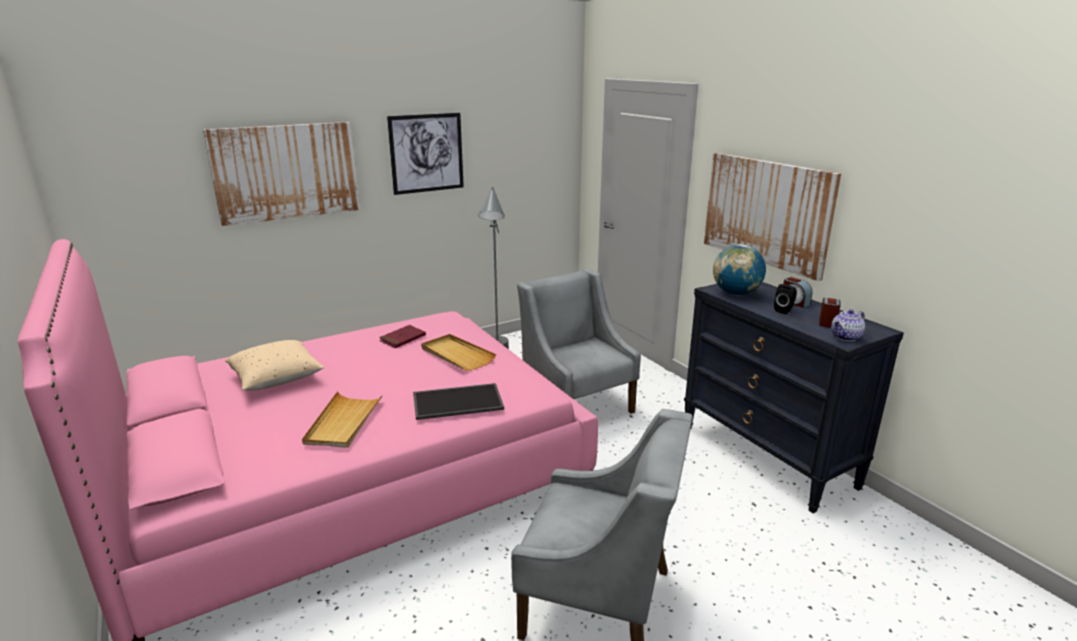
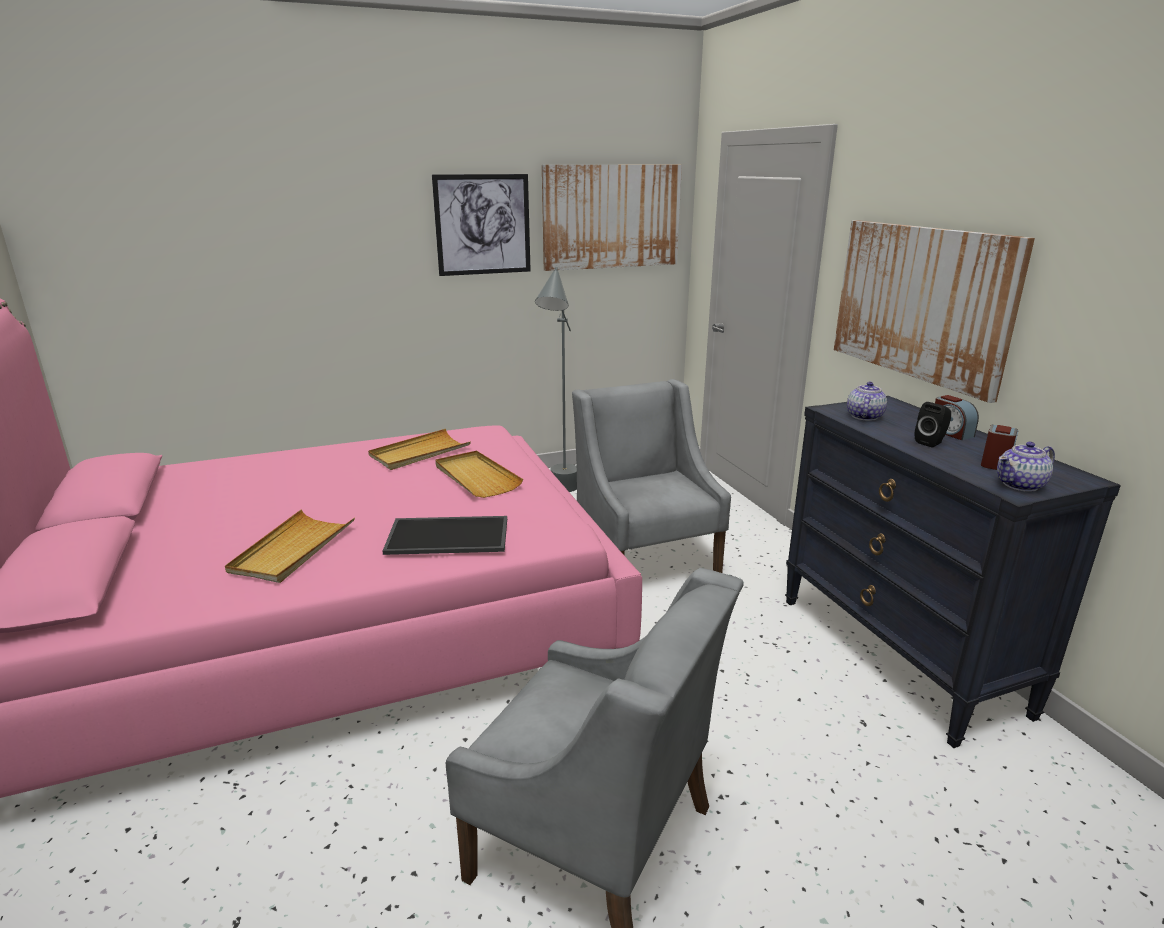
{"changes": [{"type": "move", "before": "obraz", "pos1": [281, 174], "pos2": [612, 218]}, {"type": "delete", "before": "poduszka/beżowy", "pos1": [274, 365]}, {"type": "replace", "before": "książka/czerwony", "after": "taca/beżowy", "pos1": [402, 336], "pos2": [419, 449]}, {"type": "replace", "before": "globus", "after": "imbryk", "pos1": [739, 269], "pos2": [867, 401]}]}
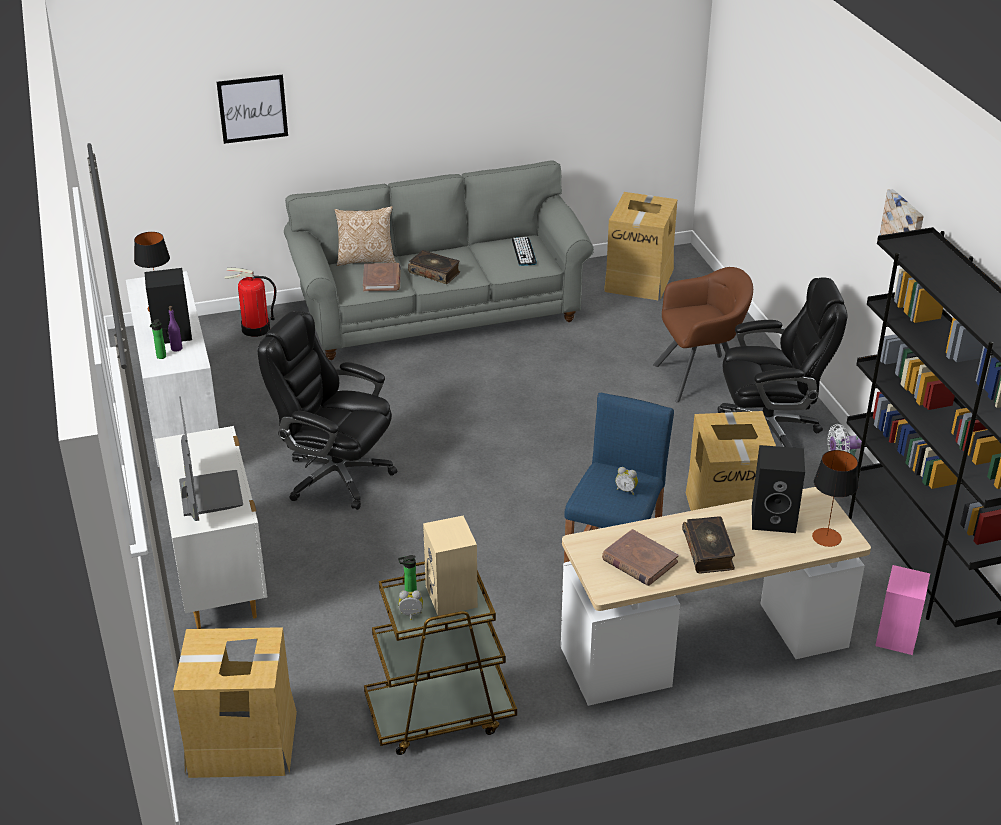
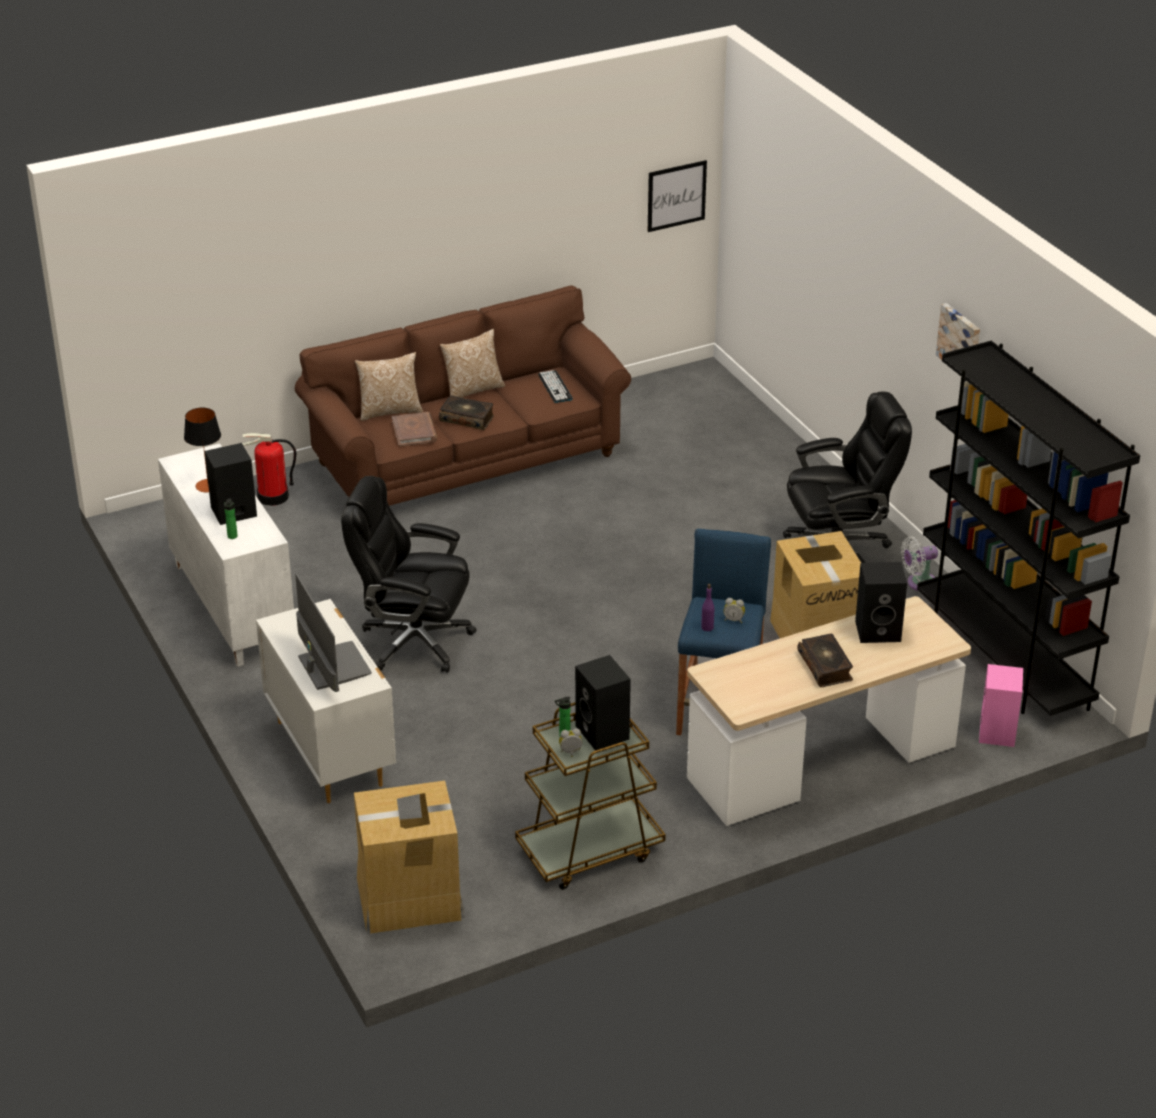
{"changes": [{"type": "move", "before": "butelka/fioletowy", "pos1": [175, 329], "pos2": [707, 607]}, {"type": "move", "before": "obraz", "pos1": [252, 109], "pos2": [677, 196]}, {"type": "recolor", "before": "kanapa/szary", "after": "kanapa/brązowy", "pos1": [439, 260], "pos2": [463, 396]}, {"type": "recolor", "before": "głośnik/beżowy", "after": "głośnik/czarny", "pos1": [450, 566], "pos2": [603, 702]}, {"type": "delete", "before": "książka/brązowy", "pos1": [640, 557]}, {"type": "delete", "before": "karton", "pos1": [640, 246]}, {"type": "delete", "before": "fotel/brązowy", "pos1": [703, 334]}, {"type": "delete", "before": "lampa stołowa", "pos1": [835, 498]}, {"type": "insert", "after": "poduszka", "pos2": [472, 363]}]}
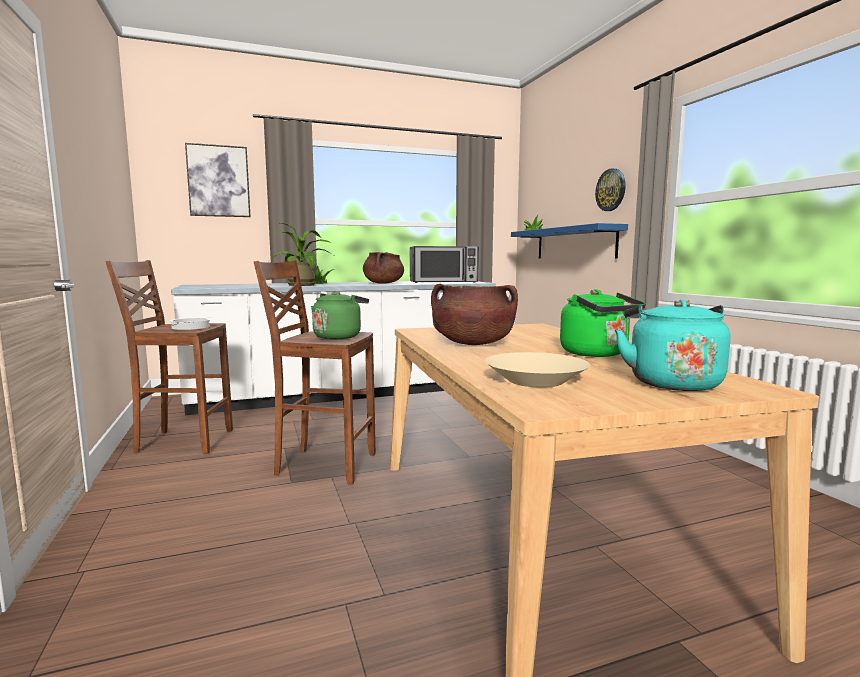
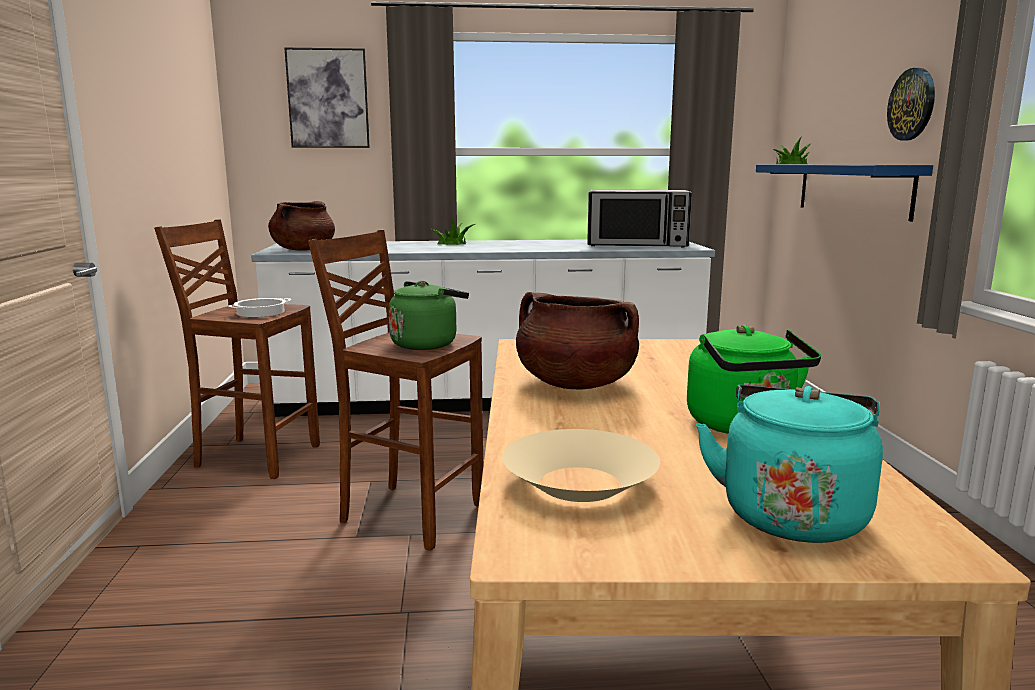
{"changes": [{"type": "delete", "before": "roślina doniczkowa", "pos1": [302, 254]}, {"type": "move", "before": "garnek/brązowy", "pos1": [383, 268], "pos2": [301, 226]}]}
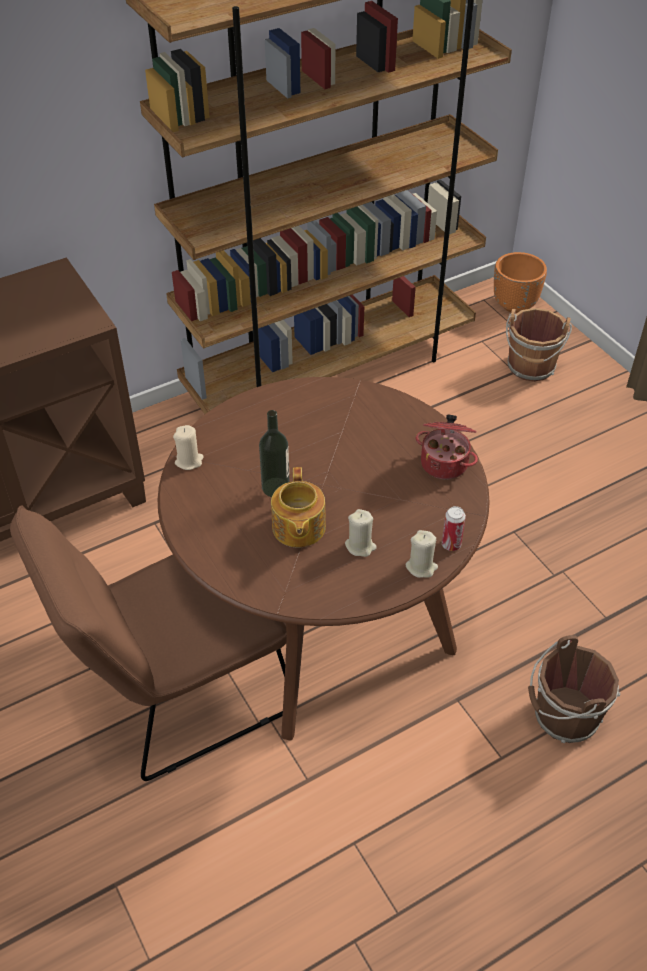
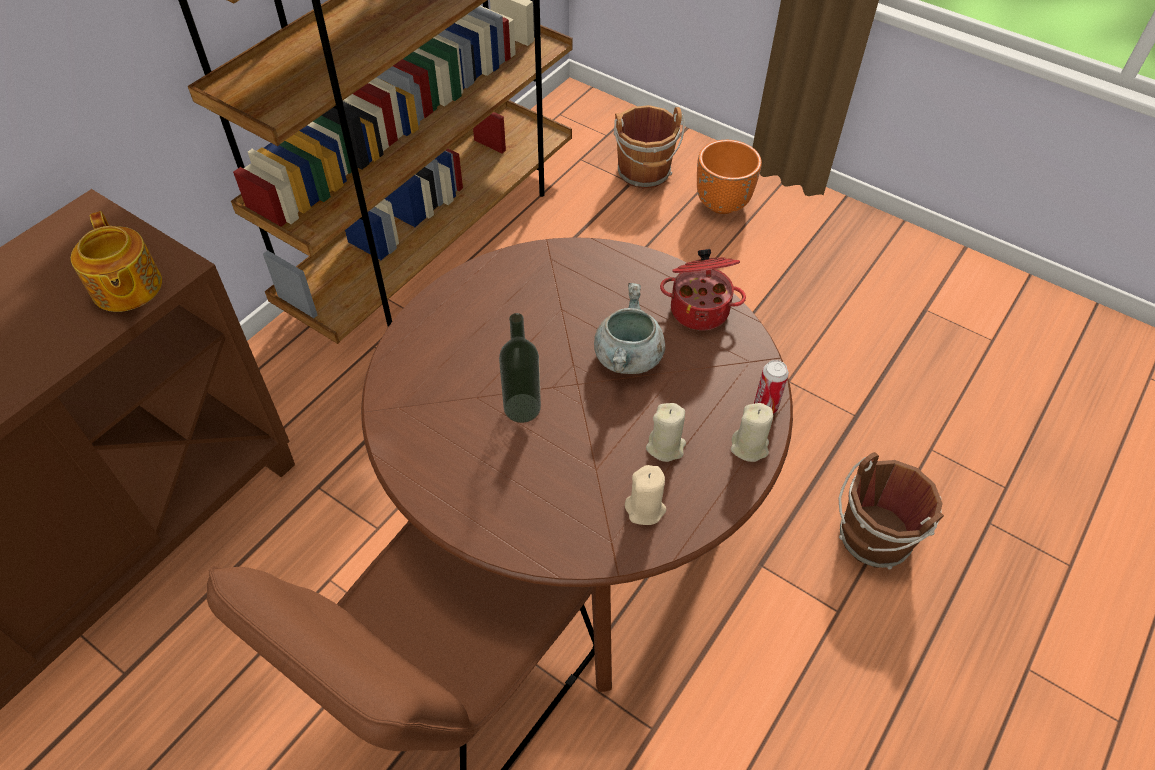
{"changes": [{"type": "move", "before": "świeca/beżowy", "pos1": [188, 447], "pos2": [645, 495]}, {"type": "move", "before": "imbryk", "pos1": [298, 507], "pos2": [116, 261]}, {"type": "move", "before": "donica/pomarańczowy", "pos1": [520, 282], "pos2": [729, 177]}, {"type": "insert", "after": "garnek/szary", "pos2": [629, 328]}]}
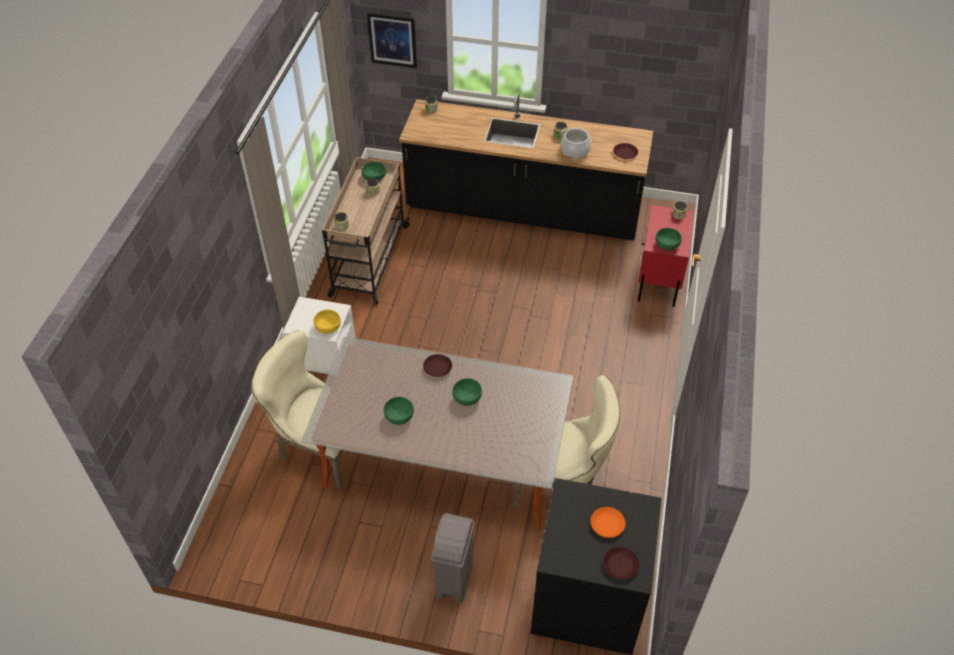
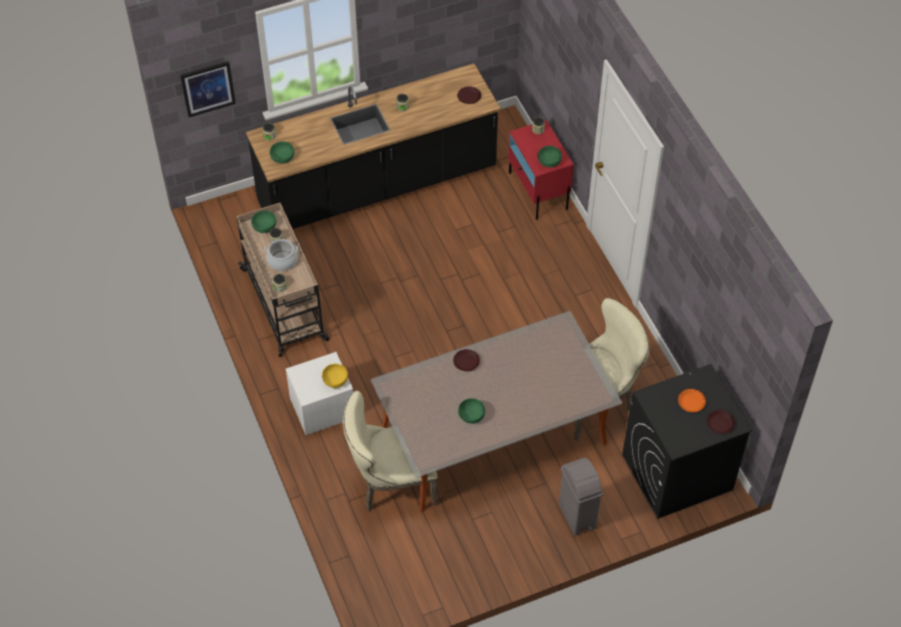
{"changes": [{"type": "move", "before": "miska/zielony", "pos1": [467, 392], "pos2": [282, 152]}, {"type": "move", "before": "garnek", "pos1": [576, 143], "pos2": [281, 255]}]}
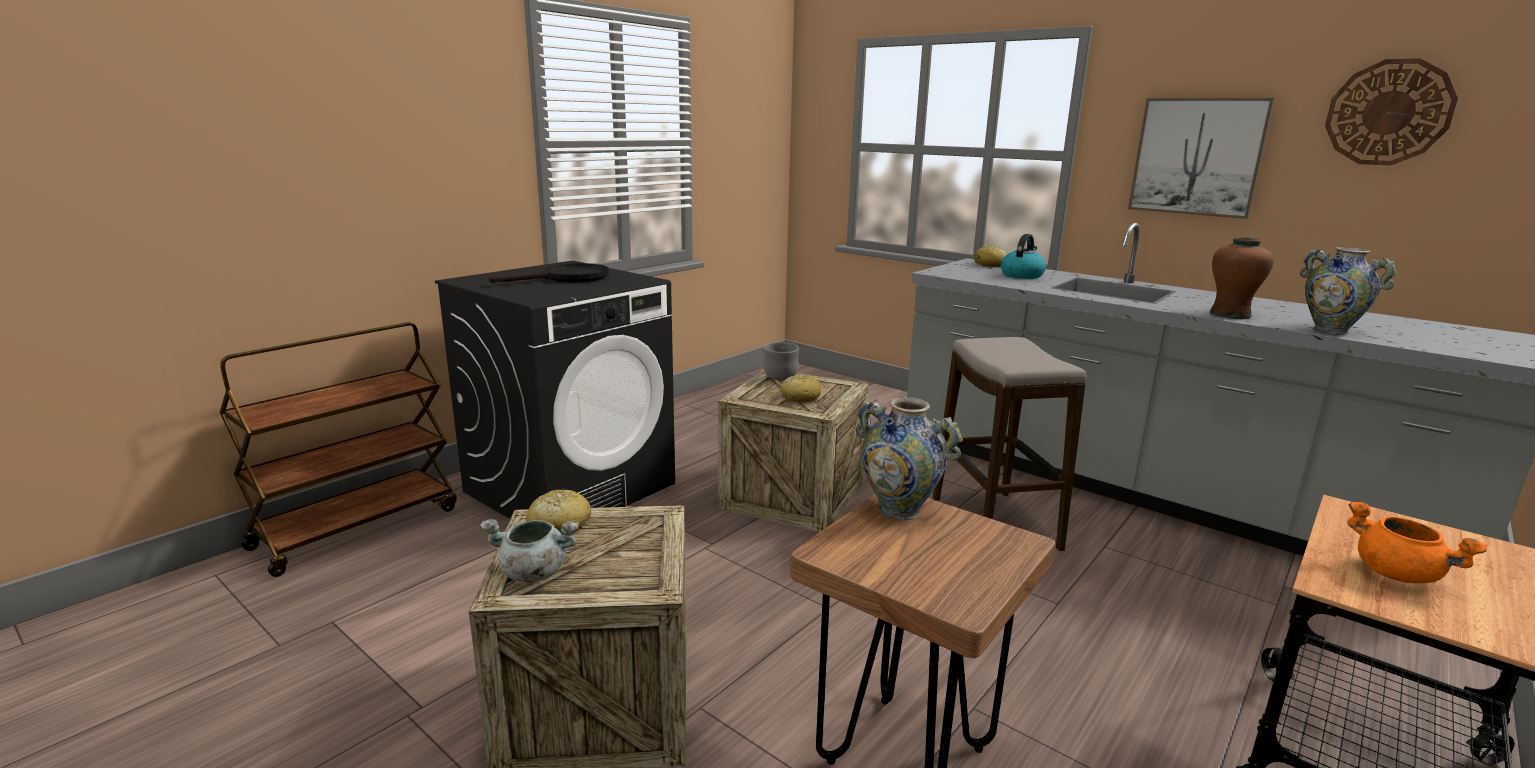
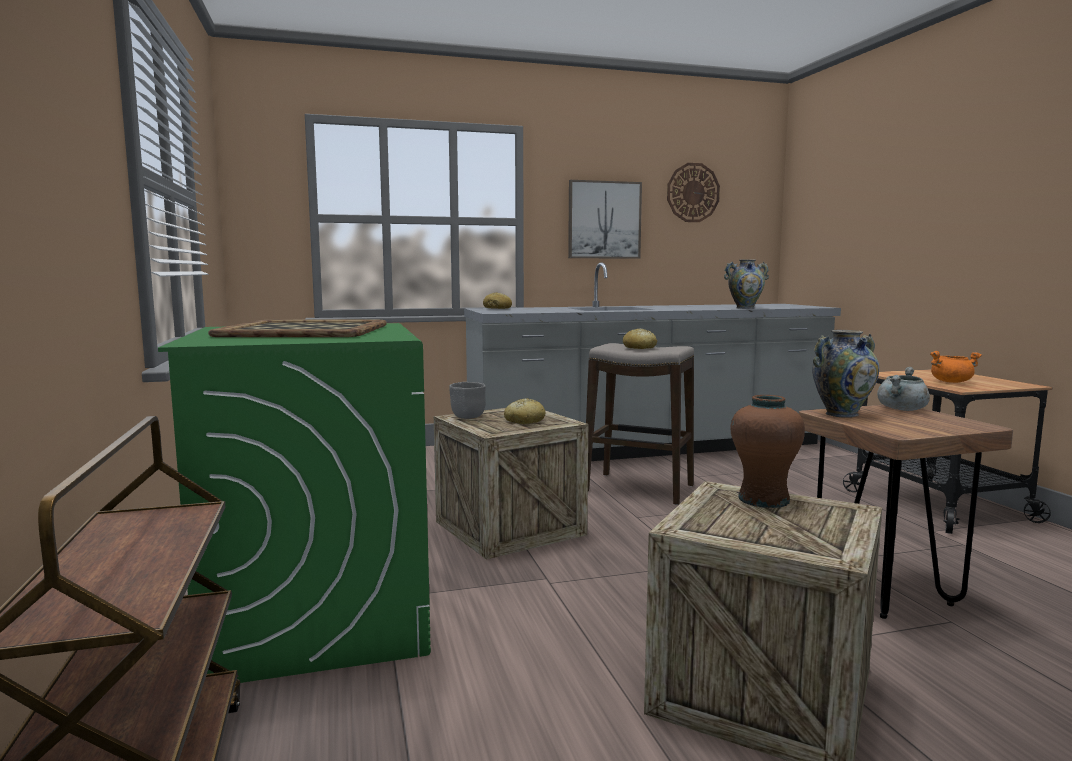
{"changes": [{"type": "recolor", "before": "pralka/czarny", "after": "pralka/zielony", "pos1": [555, 389], "pos2": [294, 503]}, {"type": "move", "before": "garnek/szary", "pos1": [529, 550], "pos2": [903, 389]}, {"type": "replace", "before": "patelnia/czarny", "after": "taca", "pos1": [549, 273], "pos2": [297, 328]}, {"type": "move", "before": "chleb", "pos1": [558, 512], "pos2": [640, 338]}, {"type": "delete", "before": "czajnik", "pos1": [1023, 256]}, {"type": "move", "before": "wazon/brązowy", "pos1": [1241, 278], "pos2": [768, 451]}]}
